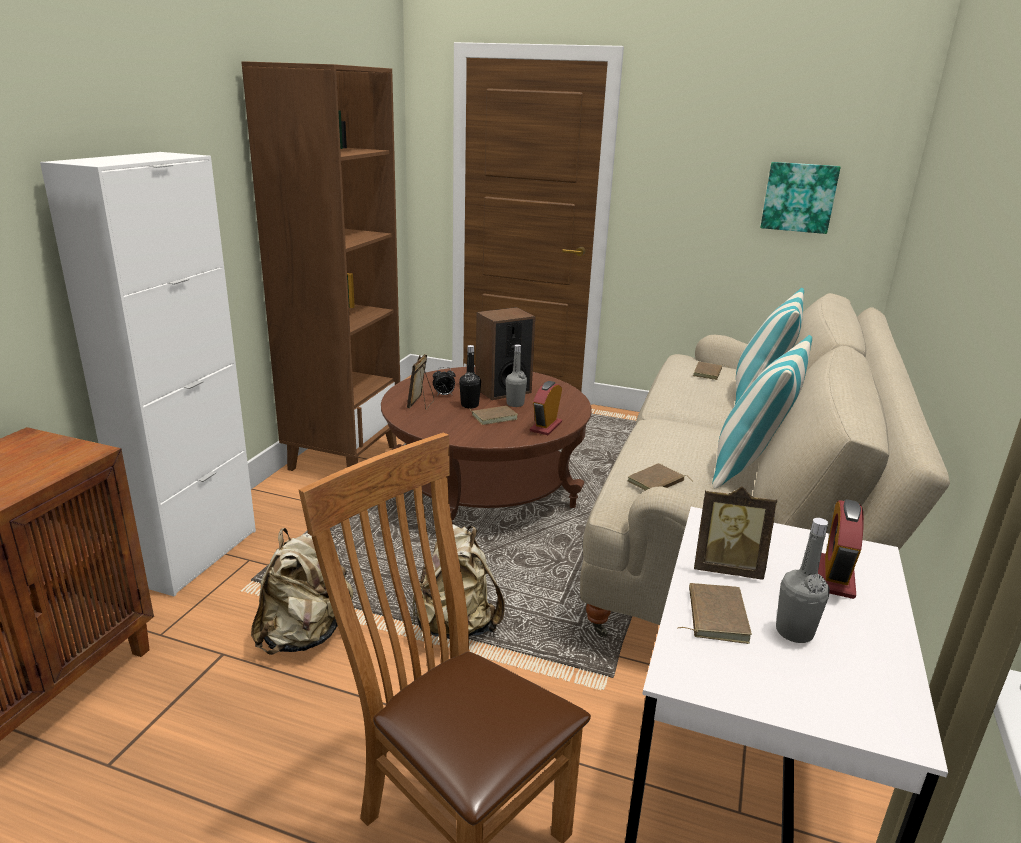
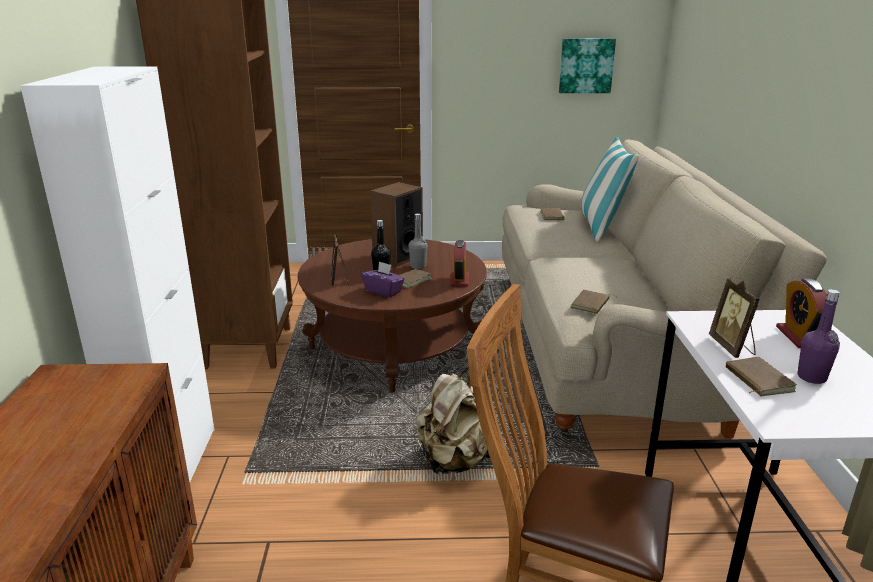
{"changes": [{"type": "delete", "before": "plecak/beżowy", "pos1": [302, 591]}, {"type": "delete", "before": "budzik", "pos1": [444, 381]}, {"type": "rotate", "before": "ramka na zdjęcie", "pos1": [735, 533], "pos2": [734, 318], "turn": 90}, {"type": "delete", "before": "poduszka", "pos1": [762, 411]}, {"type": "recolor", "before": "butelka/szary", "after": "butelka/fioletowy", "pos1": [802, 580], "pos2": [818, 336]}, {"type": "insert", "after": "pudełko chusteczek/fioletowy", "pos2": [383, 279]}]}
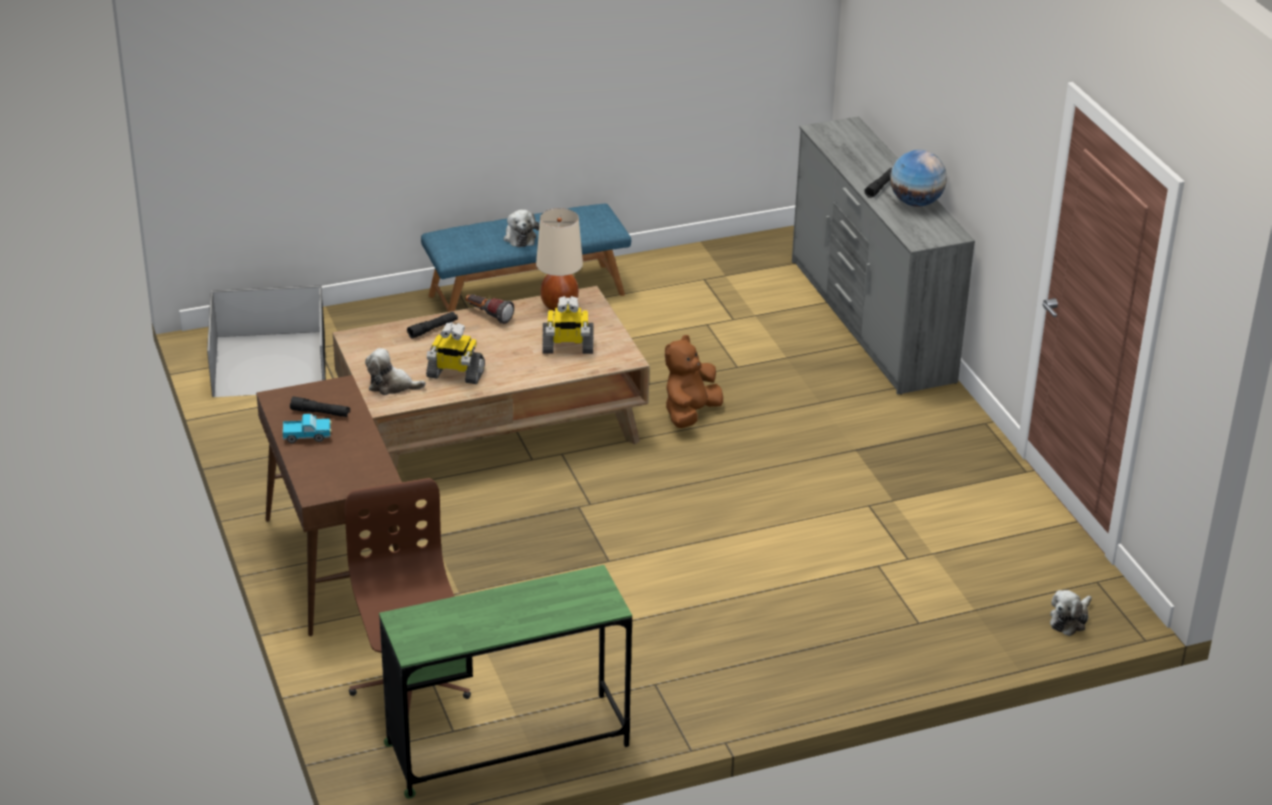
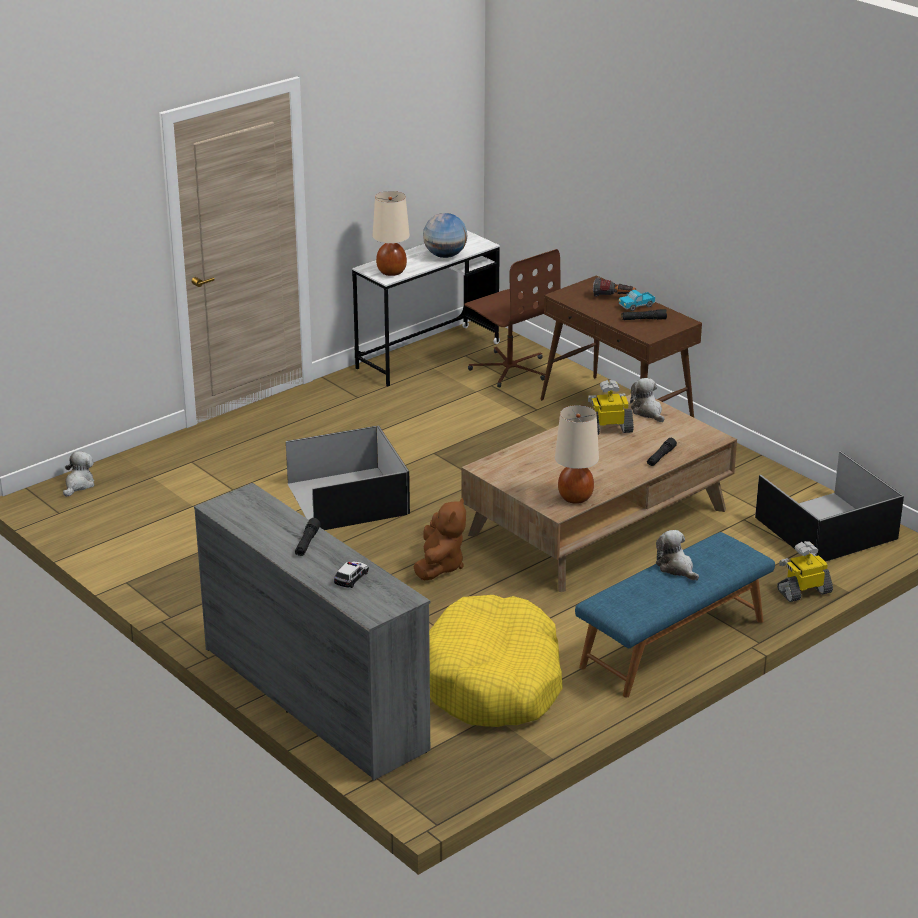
{"changes": [{"type": "rotate", "before": "pluszak", "pos1": [395, 371], "pos2": [647, 400], "turn": -105}, {"type": "recolor", "before": "biurko/zielony", "after": "biurko/biały", "pos1": [505, 682], "pos2": [426, 308]}, {"type": "move", "before": "latarka", "pos1": [489, 309], "pos2": [614, 287]}, {"type": "move", "before": "robot zabawkowy", "pos1": [568, 325], "pos2": [805, 571]}, {"type": "move", "before": "globus", "pos1": [918, 178], "pos2": [445, 235]}, {"type": "insert", "after": "pojemnik do przechowywania/czarny", "pos2": [348, 478]}, {"type": "insert", "after": "samochodzik", "pos2": [351, 574]}, {"type": "insert", "after": "lampa stołowa/beżowy", "pos2": [391, 233]}, {"type": "insert", "after": "legowisko/żółty", "pos2": [496, 661]}]}
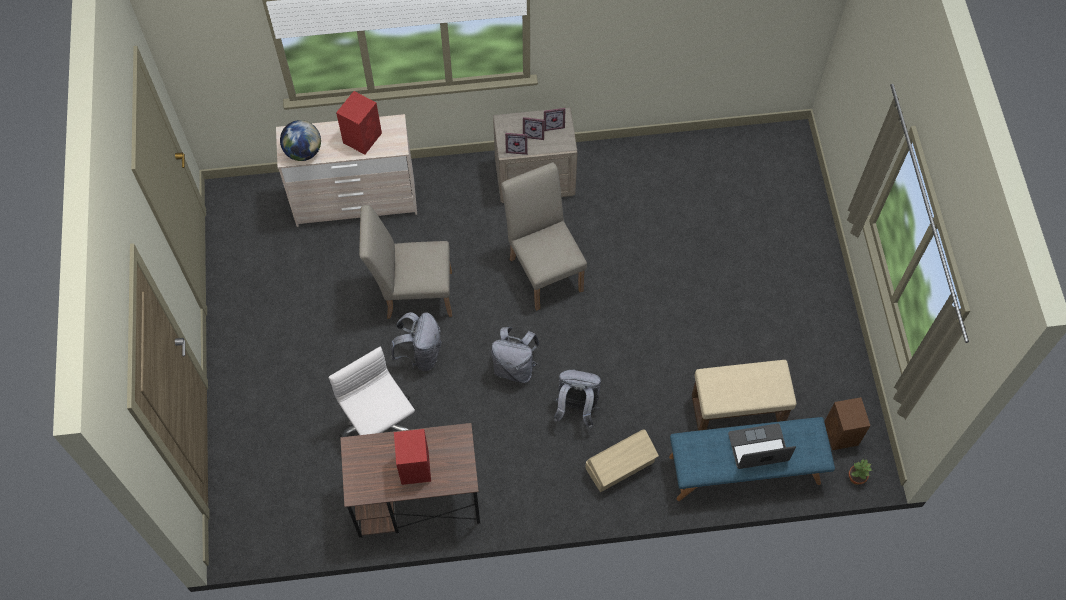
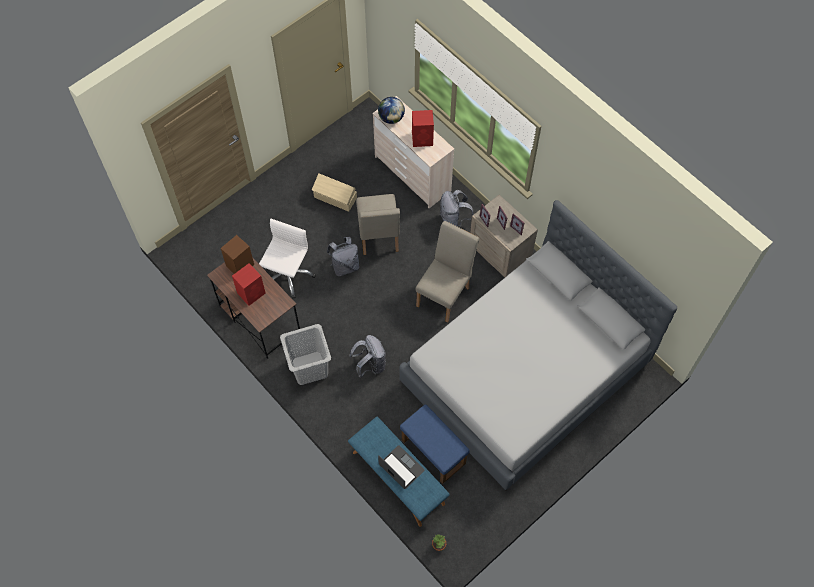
{"changes": [{"type": "rotate", "before": "krzesło/beżowy", "pos1": [405, 262], "pos2": [378, 224], "turn": -150}, {"type": "move", "before": "plecak/szary", "pos1": [515, 355], "pos2": [457, 208]}, {"type": "move", "before": "pojemnik do przechowywania/beżowy", "pos1": [622, 461], "pos2": [334, 192]}, {"type": "recolor", "before": "pufa/beżowy", "after": "pufa/niebieski", "pos1": [744, 395], "pos2": [435, 444]}, {"type": "move", "before": "głośnik/brązowy", "pos1": [847, 423], "pos2": [237, 254]}, {"type": "insert", "after": "kosz na pranie/szary", "pos2": [305, 354]}, {"type": "insert", "after": "łóżko/szary", "pos2": [538, 345]}]}
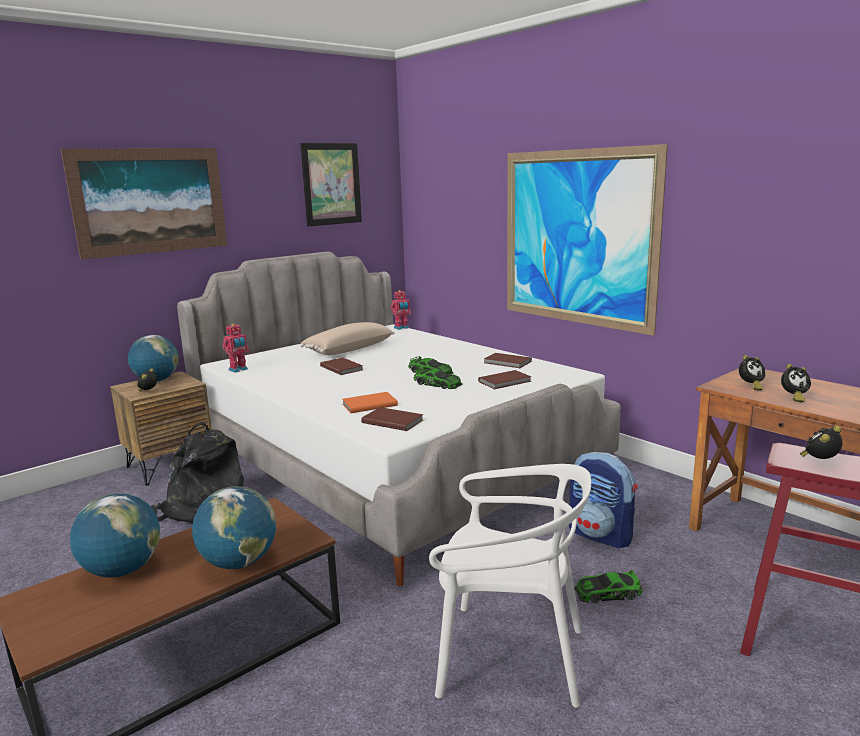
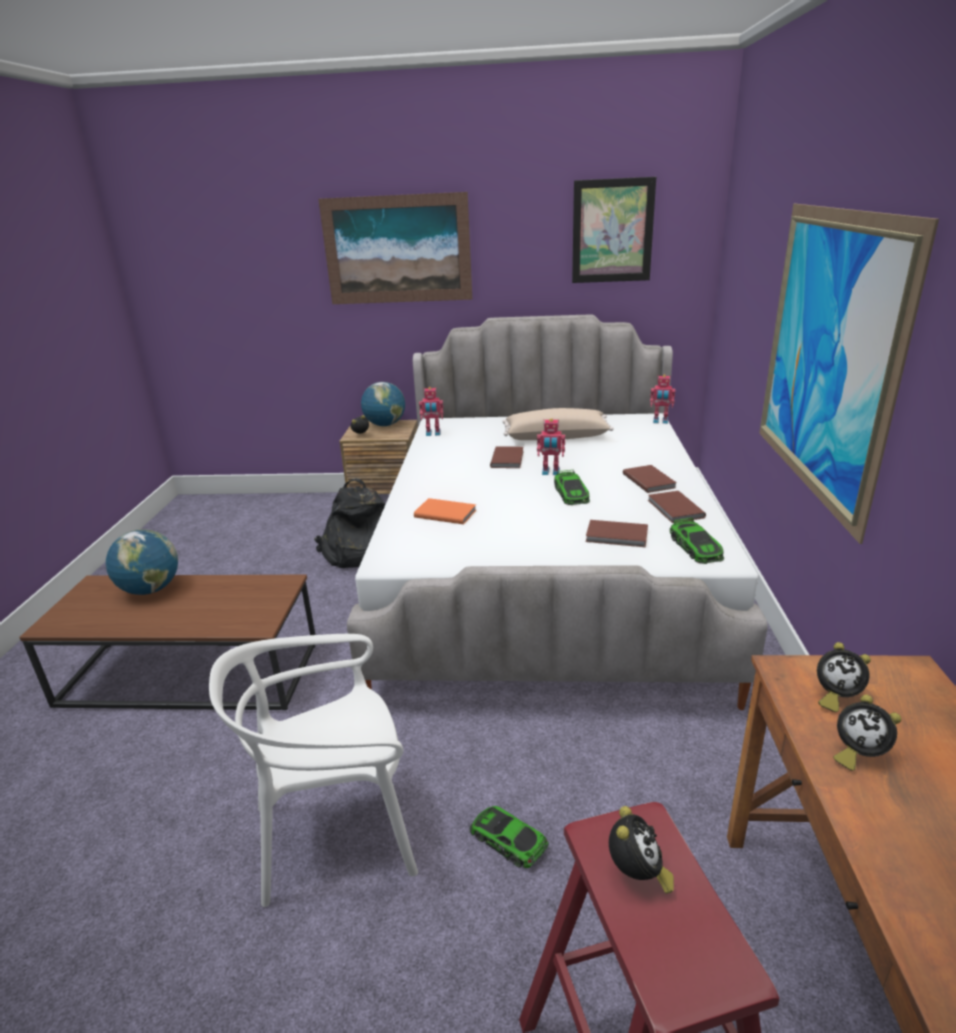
{"changes": [{"type": "delete", "before": "globus", "pos1": [234, 527]}, {"type": "move", "before": "książka/brązowy", "pos1": [392, 419], "pos2": [650, 479]}, {"type": "move", "before": "samochodzik", "pos1": [438, 378], "pos2": [697, 541]}, {"type": "rotate", "before": "krzesło/biały", "pos1": [510, 585], "pos2": [313, 770], "turn": 105}, {"type": "delete", "before": "plecak", "pos1": [603, 500]}, {"type": "rotate", "before": "budzik", "pos1": [821, 442], "pos2": [641, 850], "turn": 90}, {"type": "insert", "after": "robot zabawkowy", "pos2": [551, 446]}]}
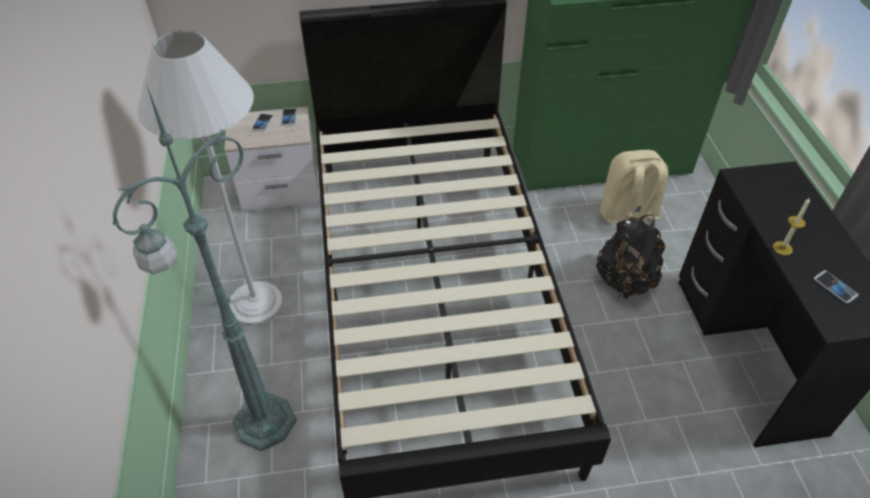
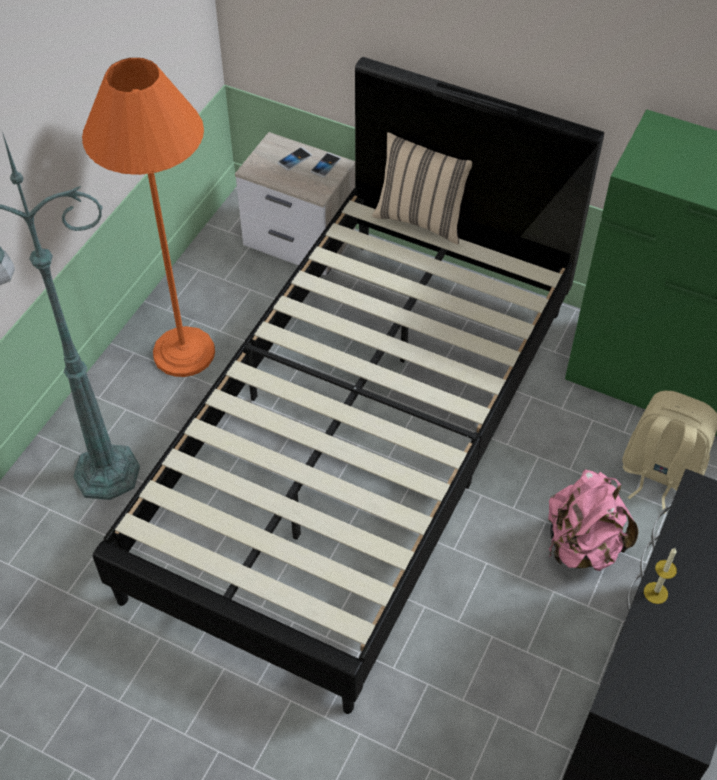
{"changes": [{"type": "recolor", "before": "lampa stojąca/biały", "after": "lampa stojąca/pomarańczowy", "pos1": [210, 178], "pos2": [148, 217]}, {"type": "recolor", "before": "plecak/czarny", "after": "plecak/różowy", "pos1": [630, 257], "pos2": [593, 520]}, {"type": "delete", "before": "telefon", "pos1": [836, 286]}, {"type": "insert", "after": "poduszka/beżowy", "pos2": [422, 188]}]}
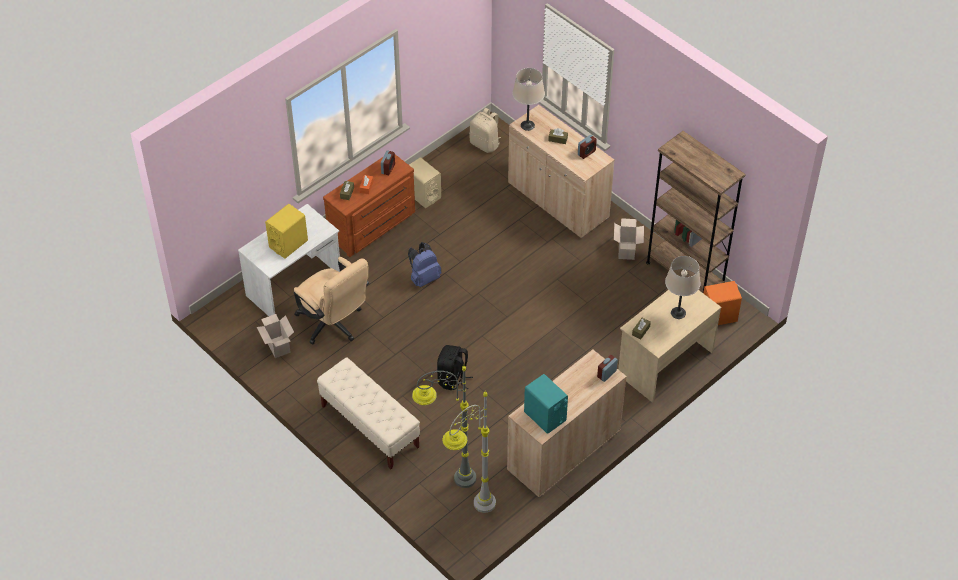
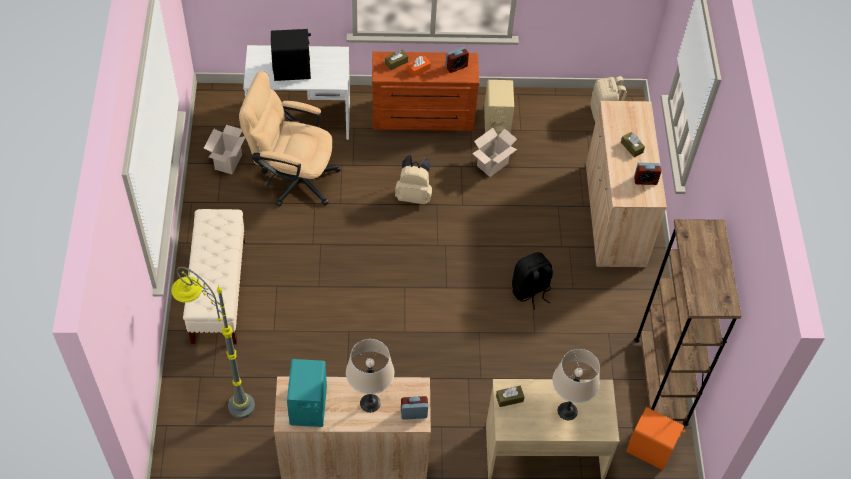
{"changes": [{"type": "recolor", "before": "głośnik/żółty", "after": "głośnik/czarny", "pos1": [286, 231], "pos2": [291, 55]}, {"type": "rotate", "before": "krzesło biurowe/beżowy", "pos1": [331, 300], "pos2": [290, 138], "turn": 105}, {"type": "recolor", "before": "plecak/niebieski", "after": "plecak/beżowy", "pos1": [424, 264], "pos2": [413, 180]}, {"type": "move", "before": "plecak/czarny", "pos1": [455, 367], "pos2": [532, 281]}, {"type": "delete", "before": "lampa stojąca/szary", "pos1": [469, 451]}, {"type": "move", "before": "lampa stołowa/beżowy", "pos1": [528, 99], "pos2": [370, 376]}, {"type": "move", "before": "karton", "pos1": [629, 239], "pos2": [494, 152]}]}
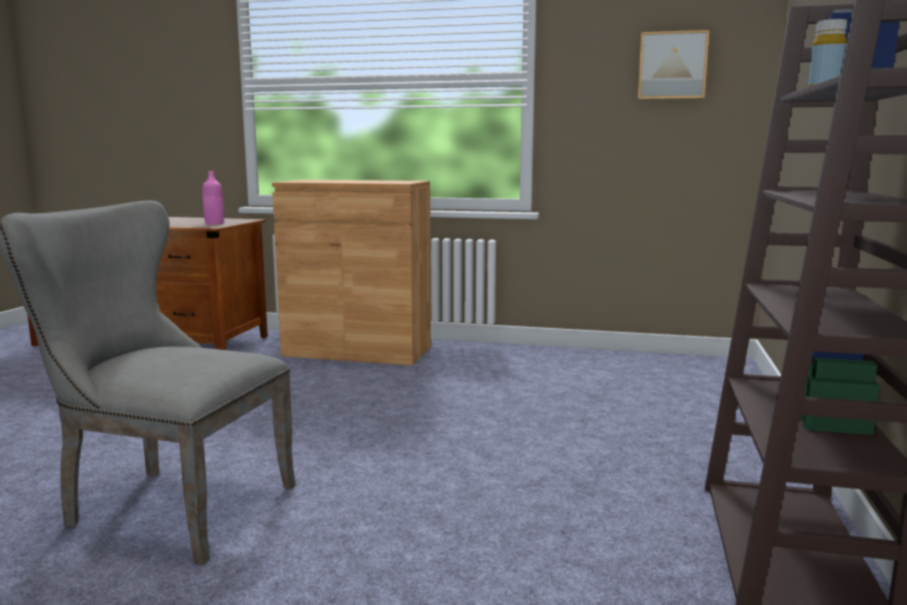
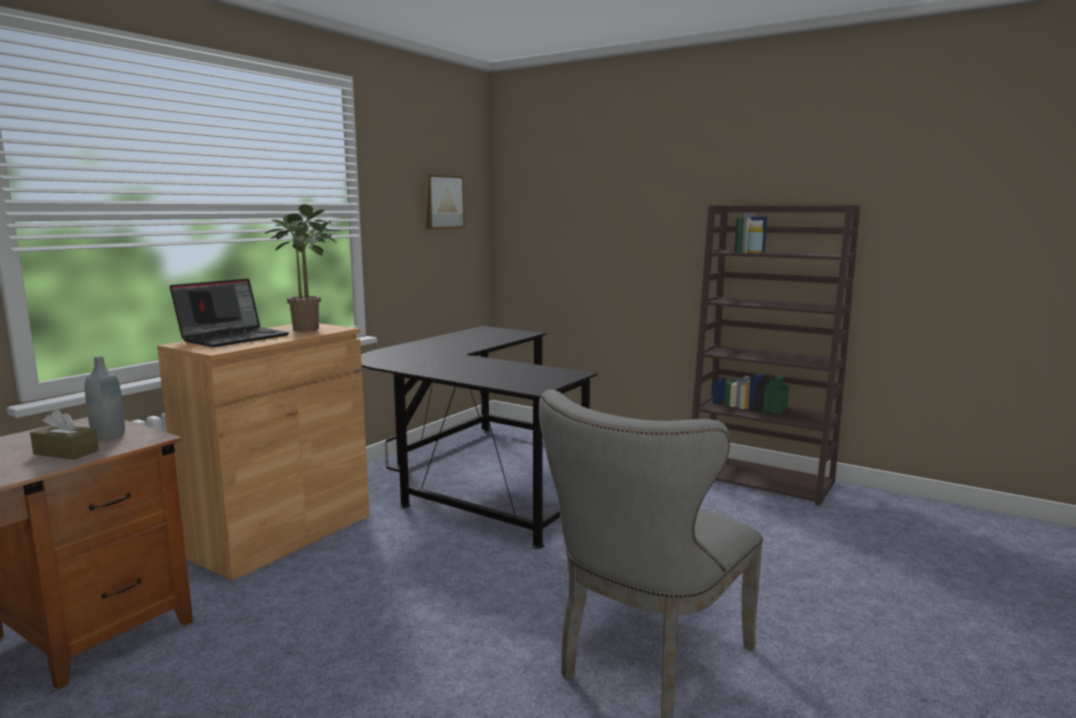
{"changes": [{"type": "recolor", "before": "butelka/różowy", "after": "butelka/szary", "pos1": [213, 197], "pos2": [105, 398]}, {"type": "insert", "after": "pudełko chusteczek/brązowy", "pos2": [64, 434]}, {"type": "insert", "after": "laptop", "pos2": [229, 313]}, {"type": "insert", "after": "roślina doniczkowa", "pos2": [303, 268]}, {"type": "insert", "after": "biurko/czarny", "pos2": [479, 437]}]}
